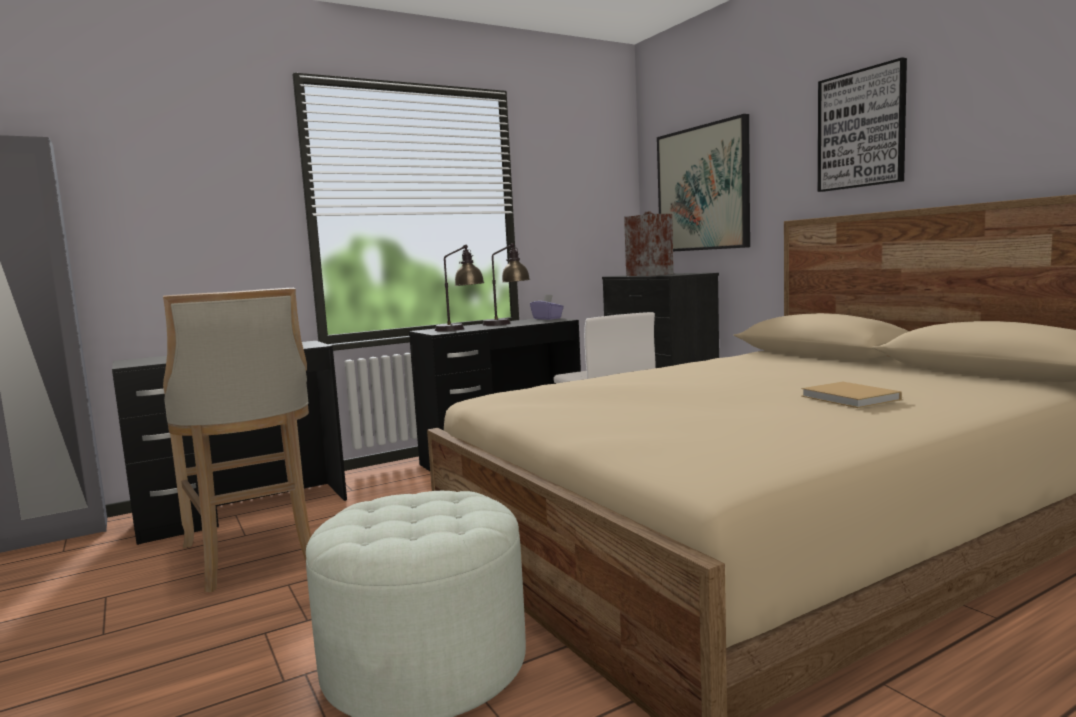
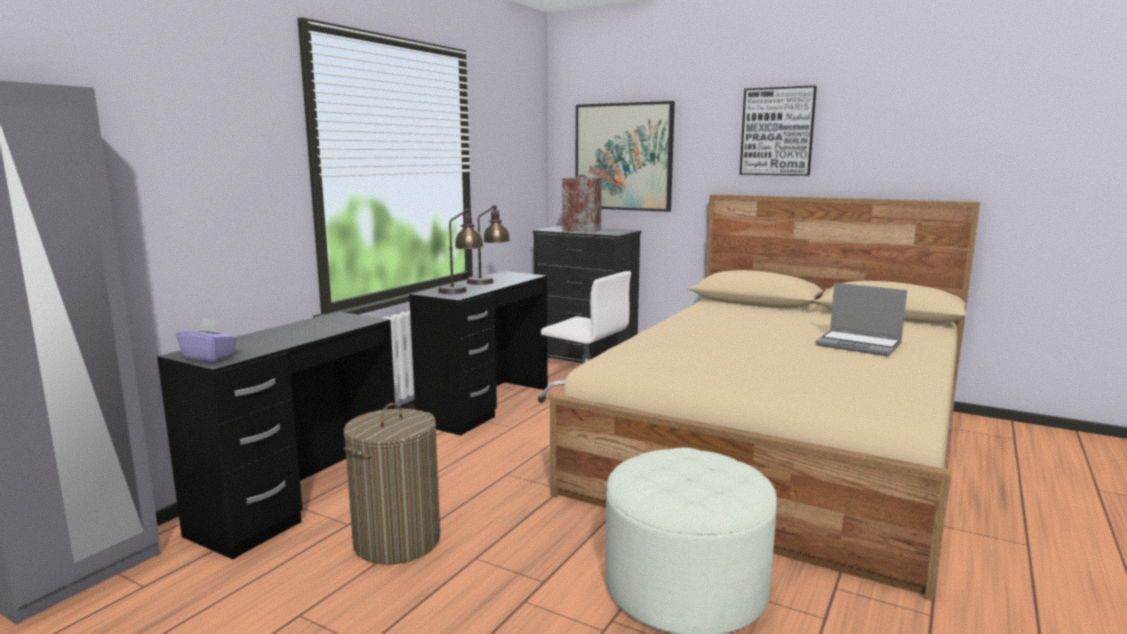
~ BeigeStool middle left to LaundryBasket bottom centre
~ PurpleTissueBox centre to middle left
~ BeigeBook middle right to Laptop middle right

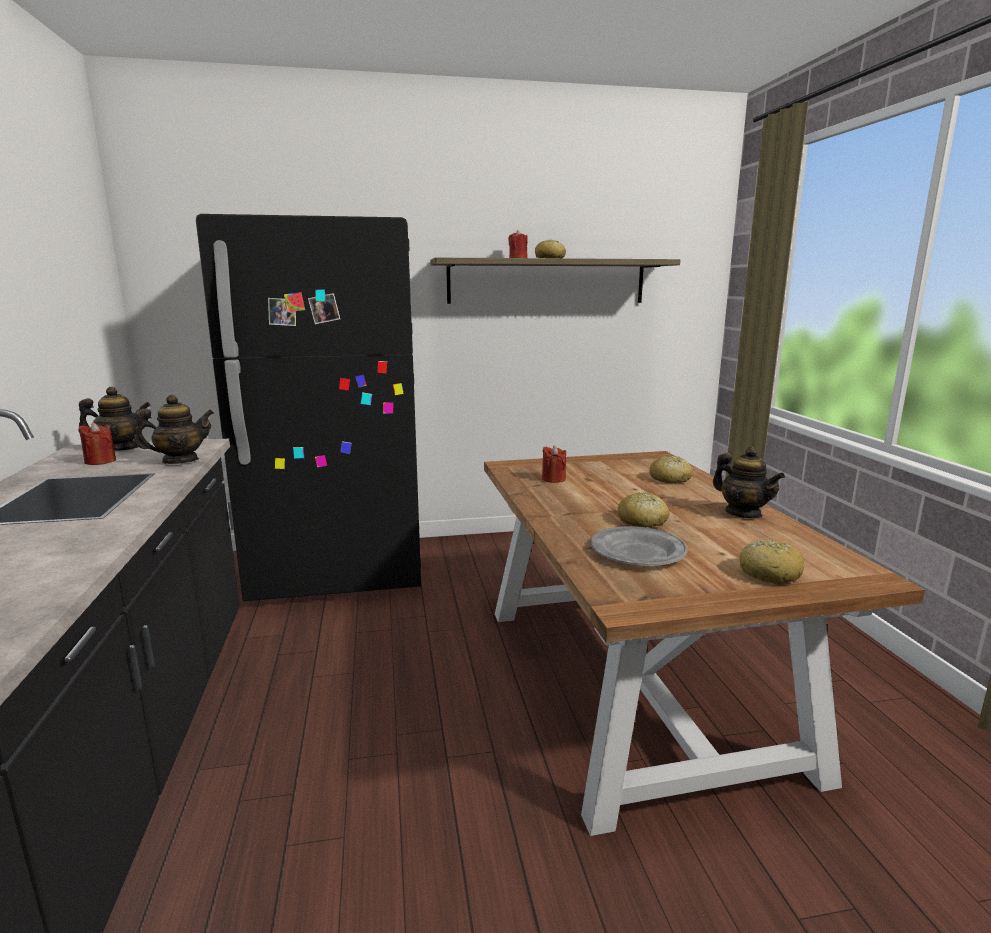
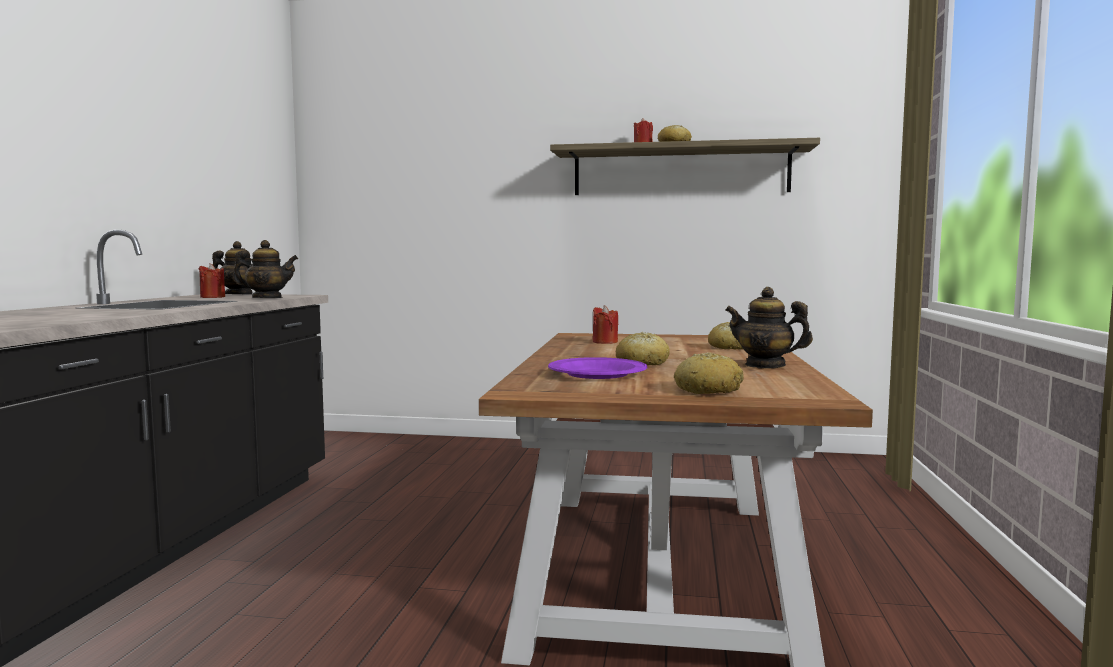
- BlackFridge middle left
~ Teapot (3rd from left) middle right = middle right 135 degrees clockwise
~ GreyPlate centre to PurplePlate centre

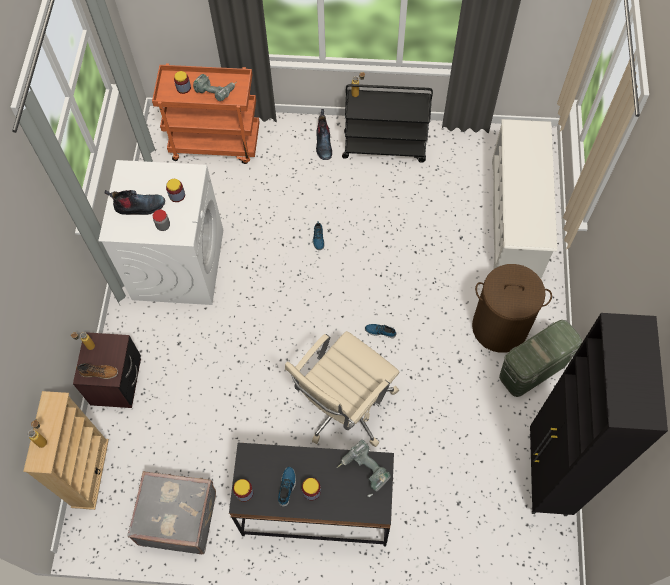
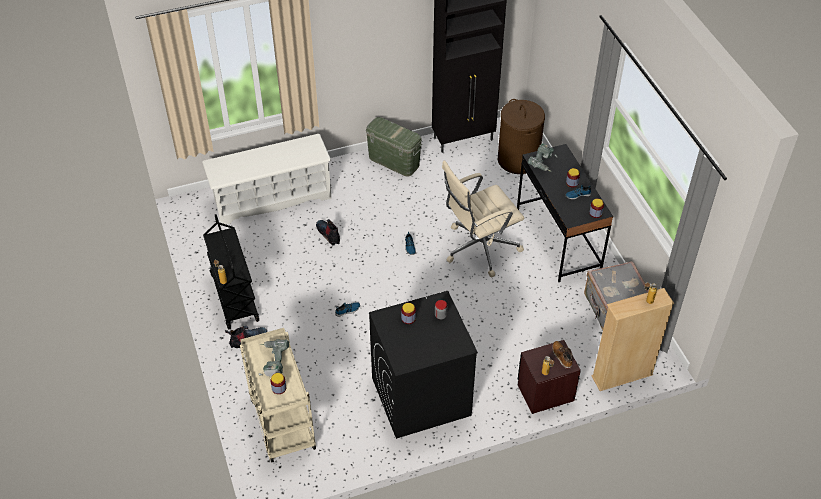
~ OrangeCart top left to BeigeCart bottom centre
~ WhiteWashingMachine middle left to BlackWashingMachine bottom centre
~ Boot (2nd from left) middle left to centre
~ BrownLaundryBasket middle right to top centre
~ BeigeOfficeChair centre = centre 135 degrees clockwise

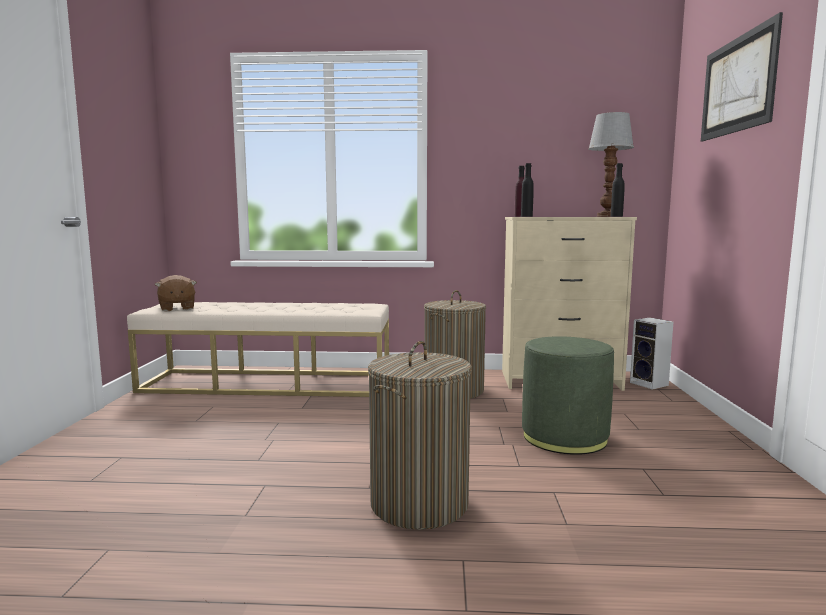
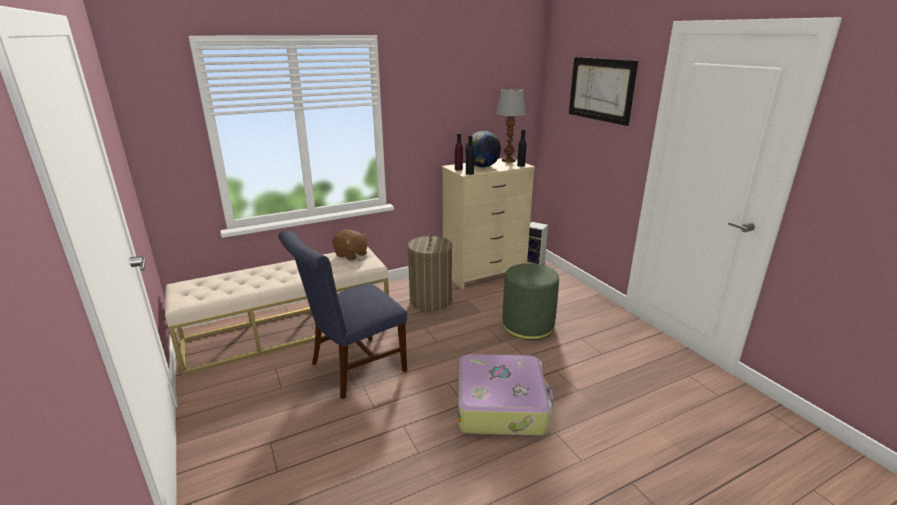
~ BrownPlushToy middle left to centre
~ LaundryBasket (1st from left) bottom centre to Suitcase bottom centre
+ Globe top centre
+ BlueChair centre

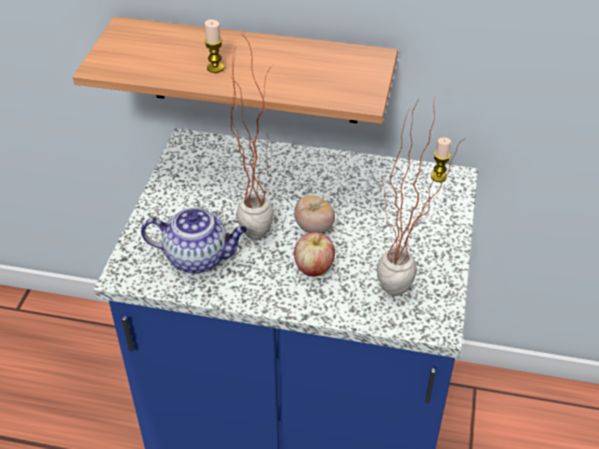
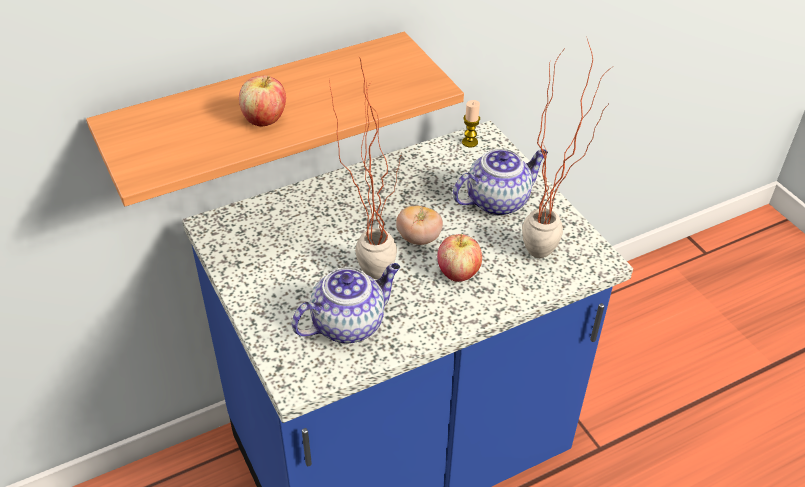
~ Candle (1st from left) top centre to Apple (1st from left) top left
+ Teapot (2nd from left) centre

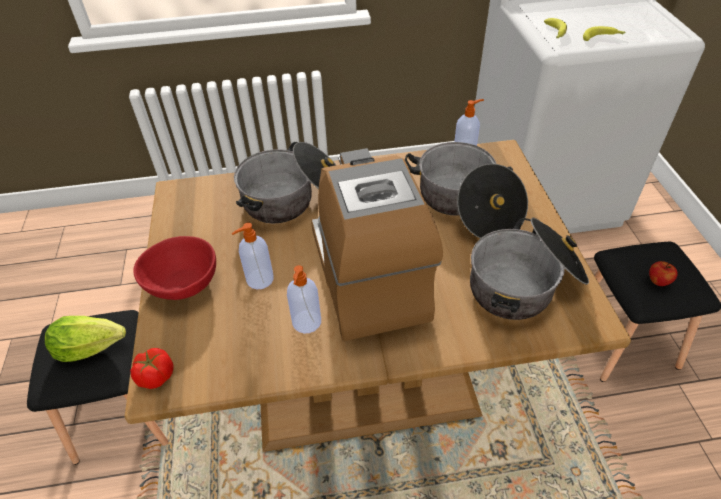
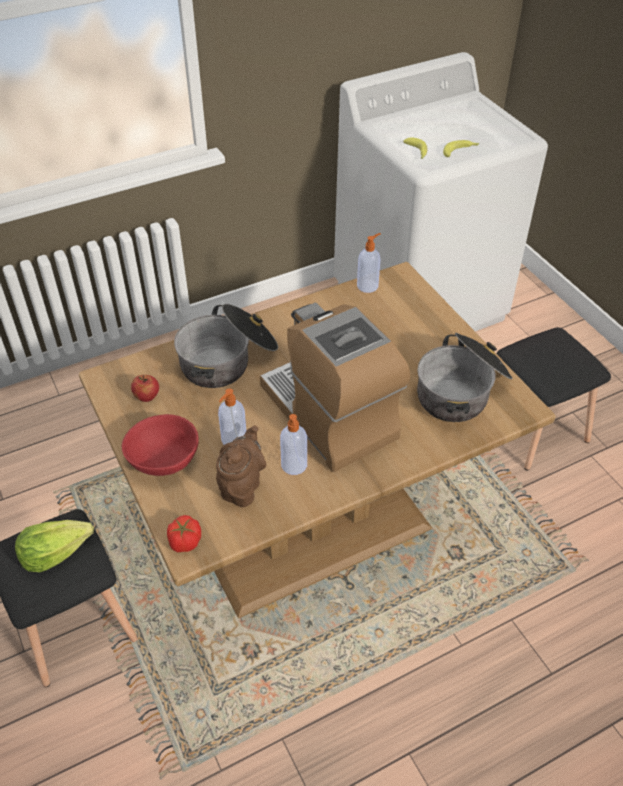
- CookingPot (2nd from left) centre
~ Apple middle right to middle left
+ BrownTeapot centre

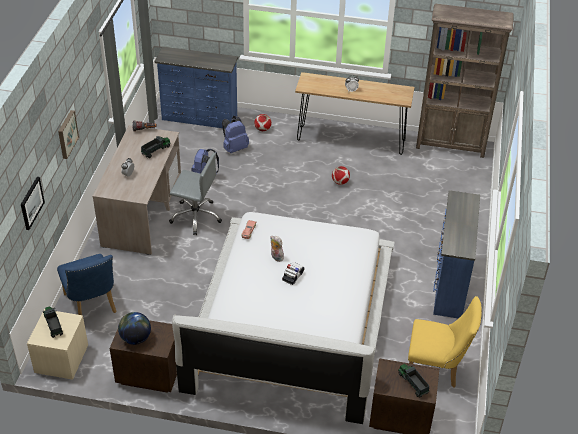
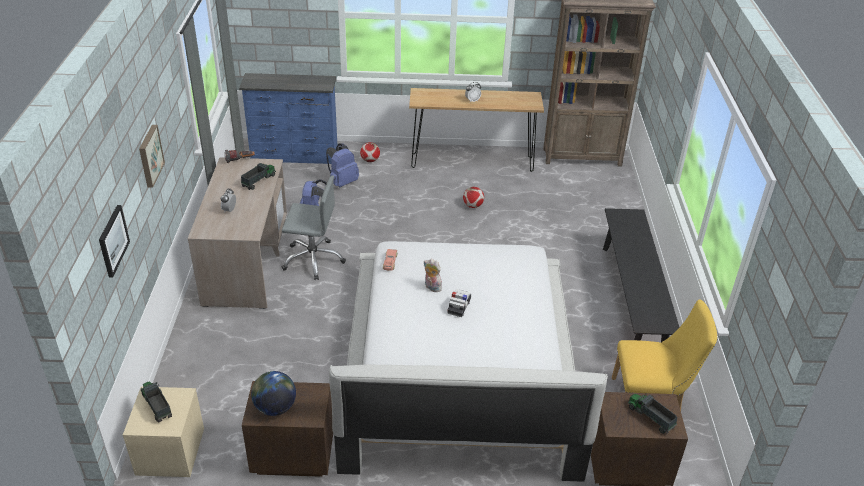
~ BlueDresser (2nd from left) middle right to BlackBench middle right
- BlueChair middle left

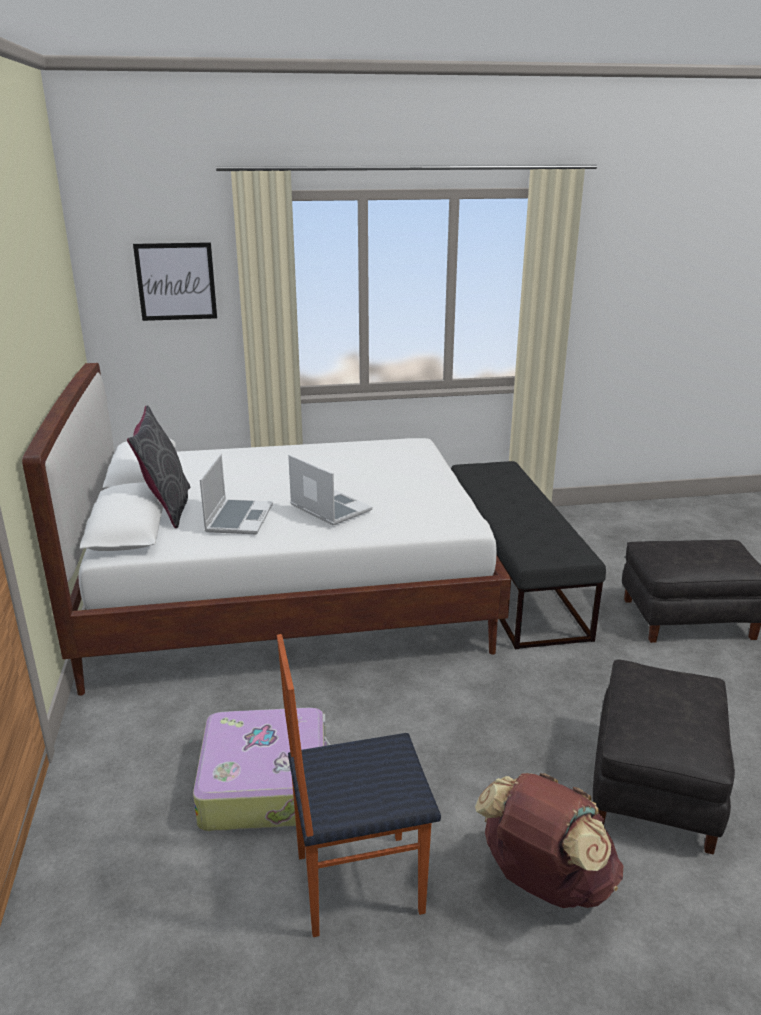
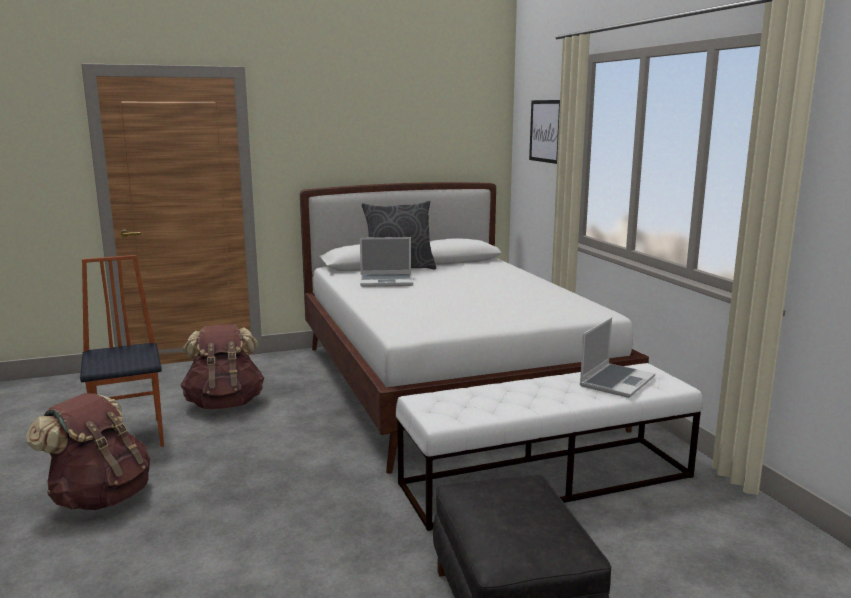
~ Laptop (2nd from left) centre to middle right
~ BlackBench middle right to WhiteBench bottom centre
- BlackOttoman (1st from left) bottom right
~ Suitcase bottom centre to BrownBackpack (2nd from left) middle left

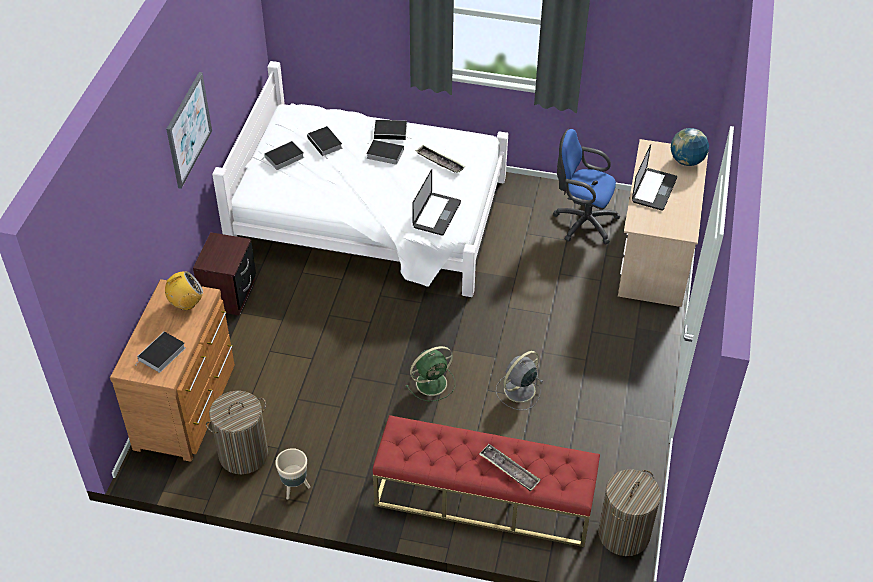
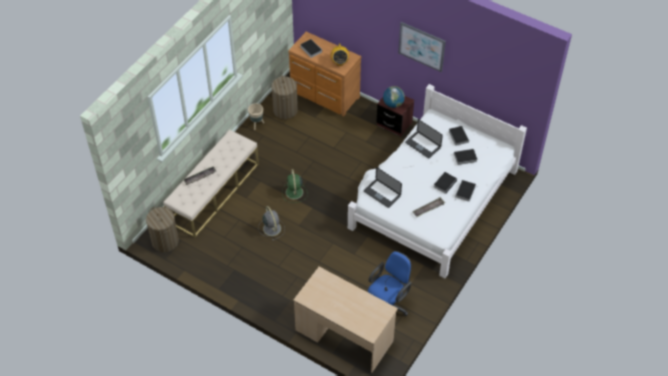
~ Globe top right to top centre
~ Laptop (2nd from left) top right to centre
~ RedBench bottom centre to BeigeBench middle left

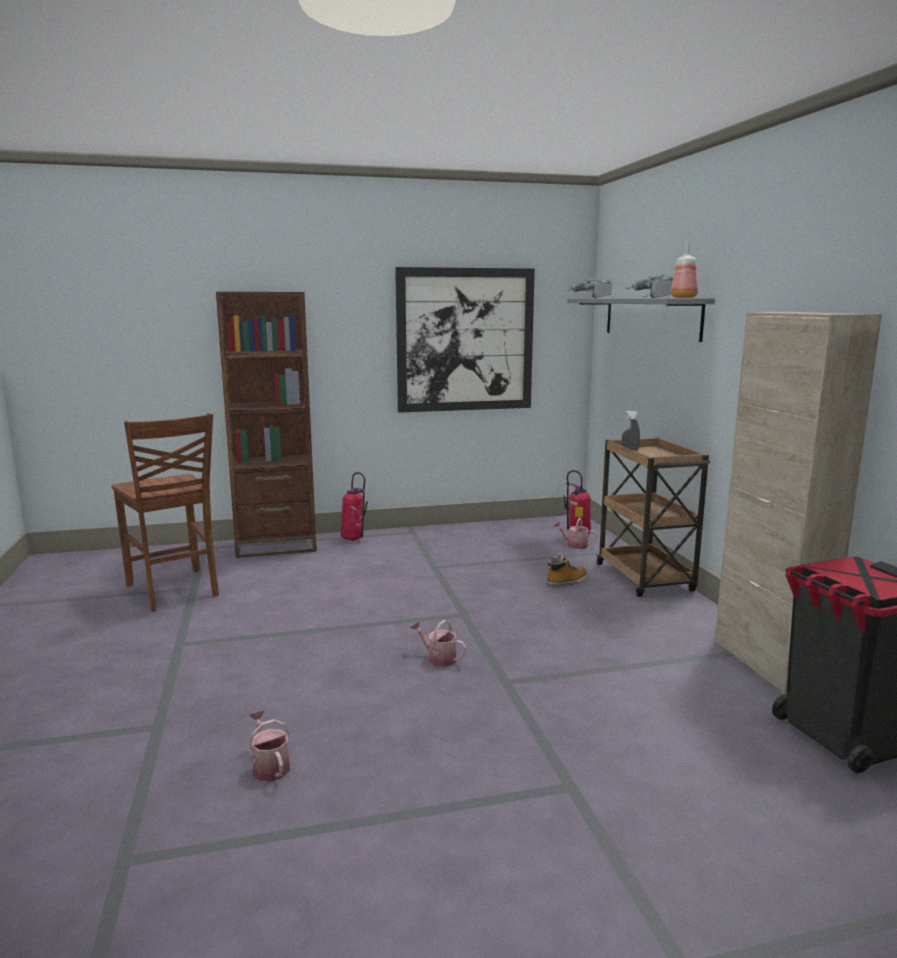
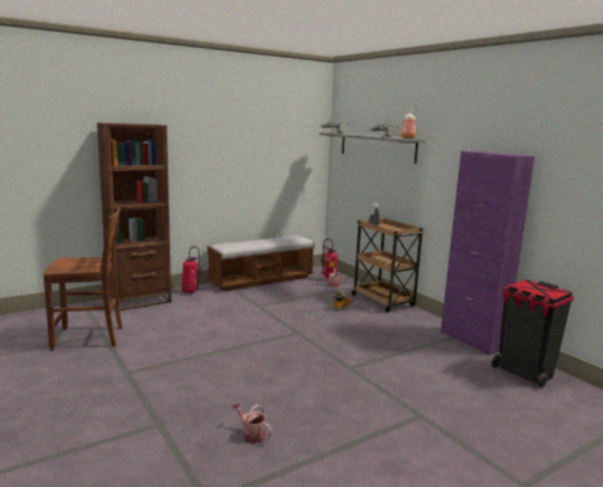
- Picture centre
~ BeigeCabinet middle right to PurpleCabinet middle right
~ BrownChair middle left = middle left 45 degrees counterclockwise
- WateringCan (2nd from left) bottom centre
+ Bench centre

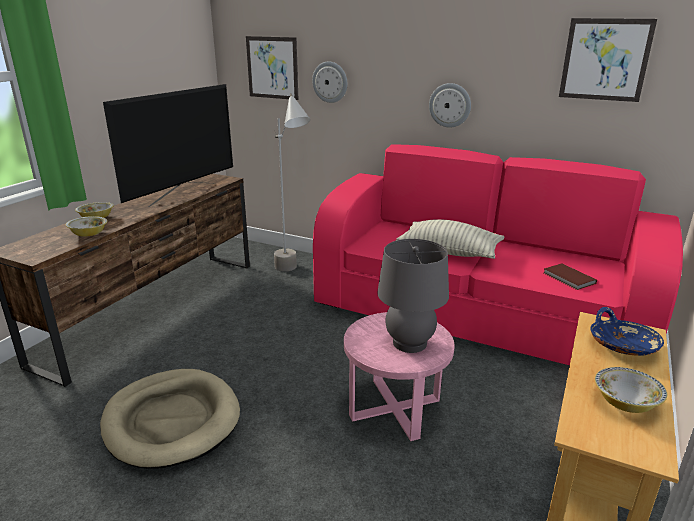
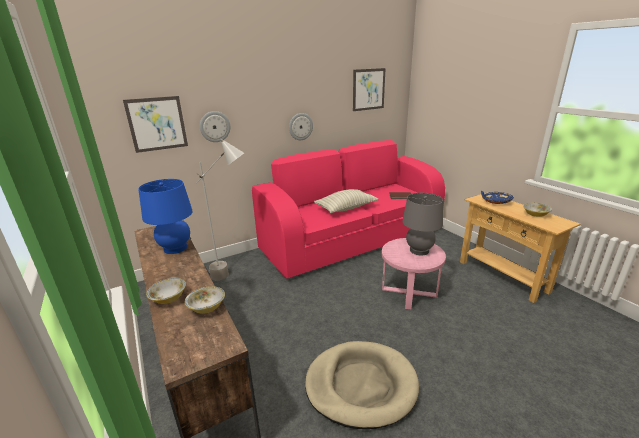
~ Television top left to BlueTableLamp middle left

